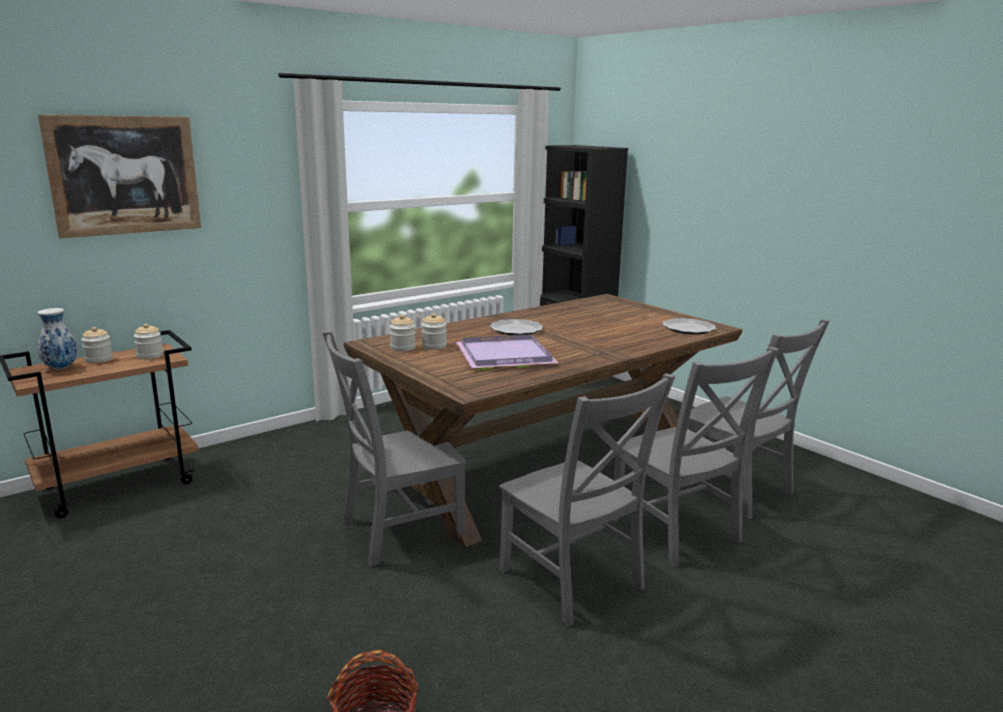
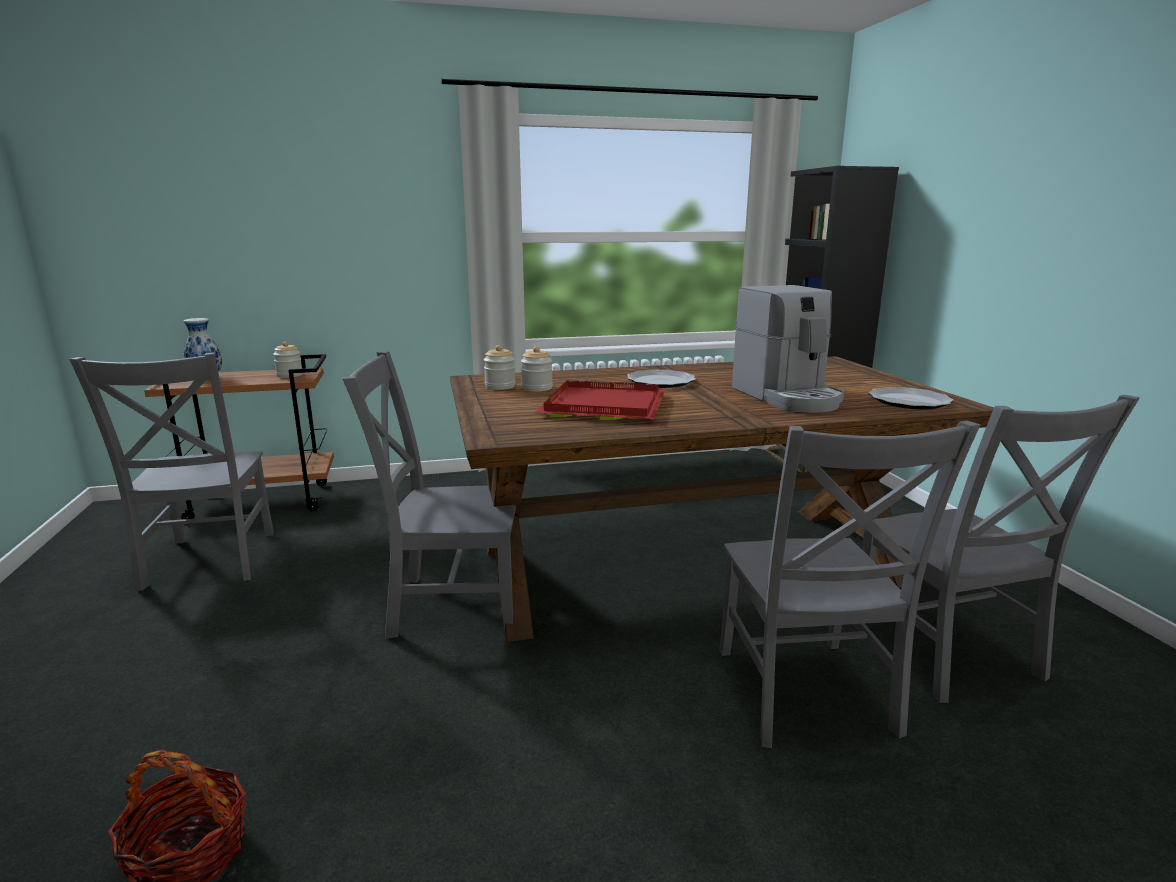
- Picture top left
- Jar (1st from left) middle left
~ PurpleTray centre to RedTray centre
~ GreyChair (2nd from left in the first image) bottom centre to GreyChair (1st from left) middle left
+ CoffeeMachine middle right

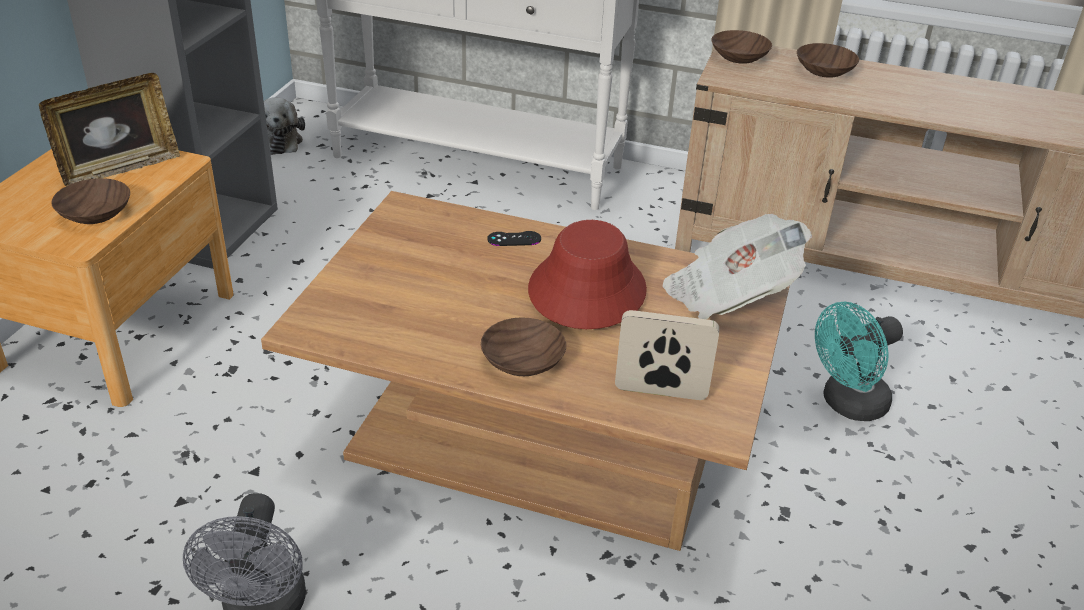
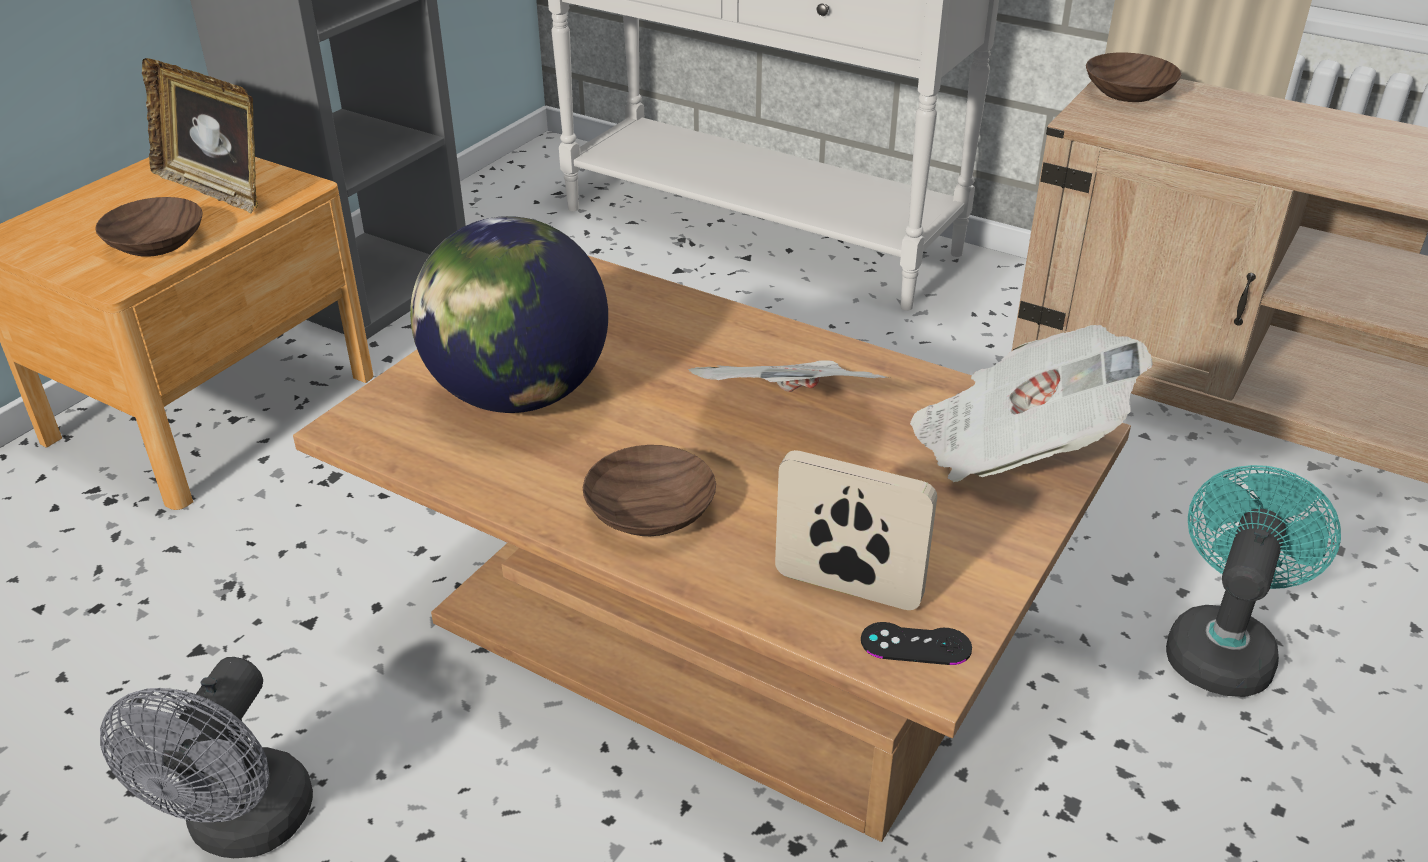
- BrownBowl (4th from left) top right
~ PictureFrame (1st from left) top left = top left 60 degrees clockwise
- PlushToy top left
~ RedHat centre to Newspaper (1st from left) centre
~ BlackGameController centre to bottom centre
~ TurquoiseFan middle right = bottom right 135 degrees clockwise
+ Globe centre

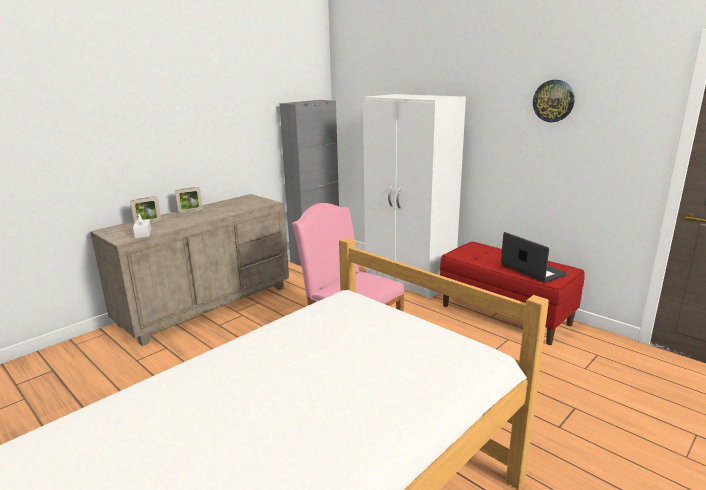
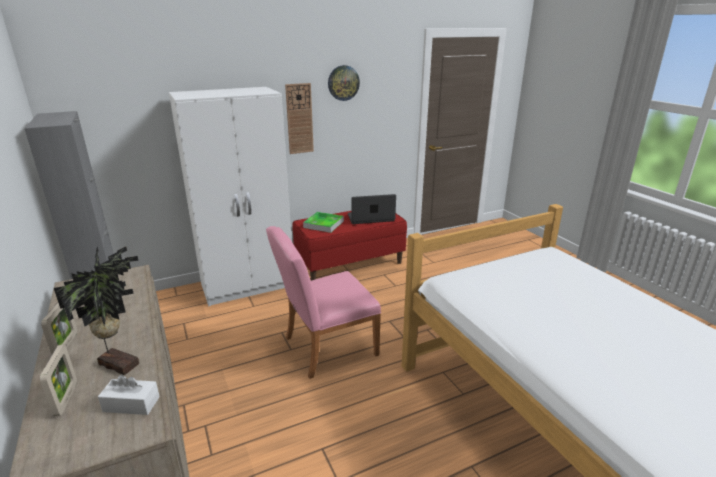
+ WallClock (1st from left) top centre
+ Tray centre
+ PottedPlant middle left

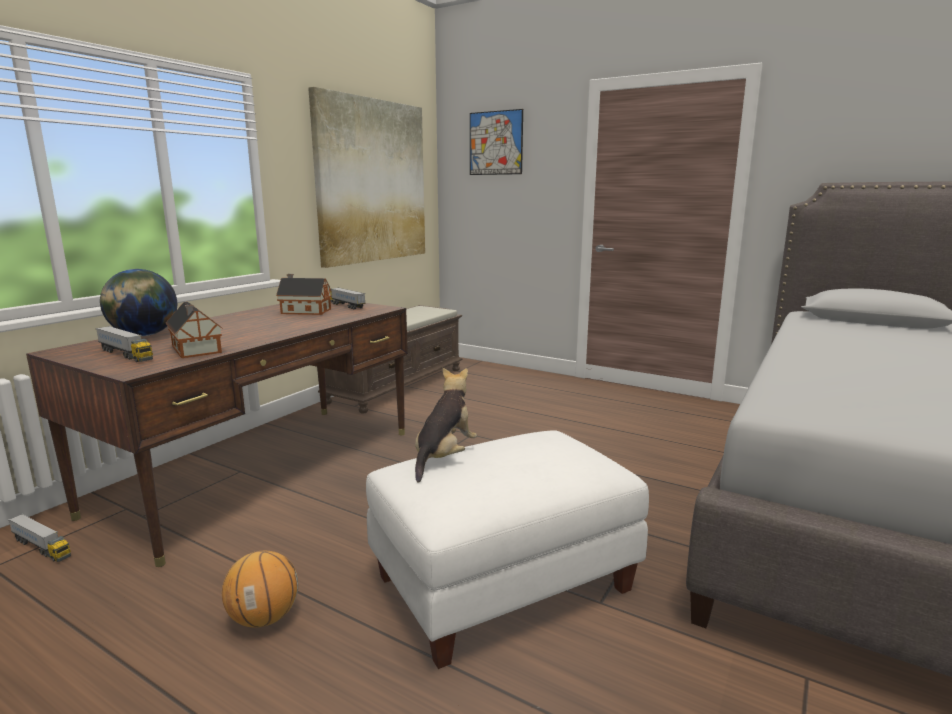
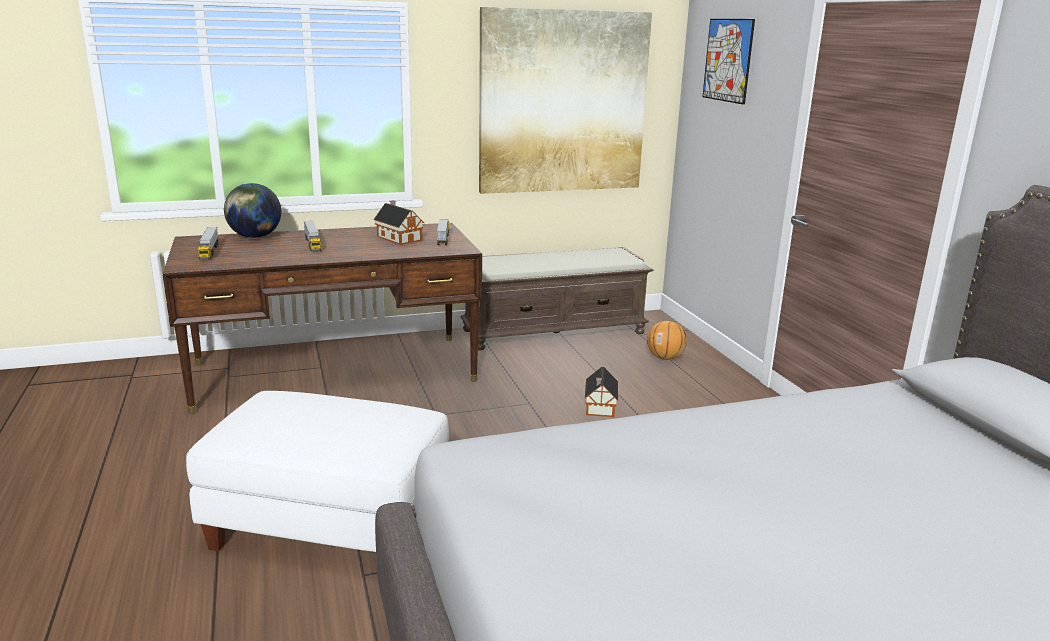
~ ToyHouse (1st from left in the first image) middle left to ToyHouse (2nd from left) centre
- PlushToy centre
~ ToyTruck (1st from left in the first image) bottom left to ToyTruck (2nd from left) middle left
~ Basketball bottom left to centre

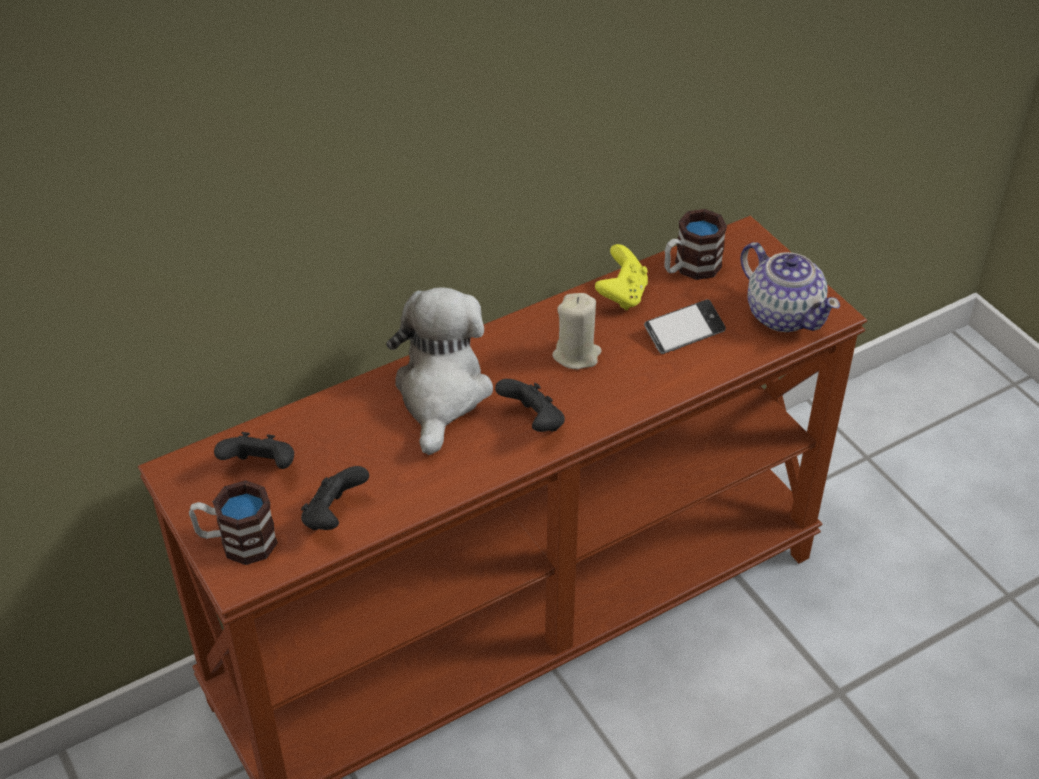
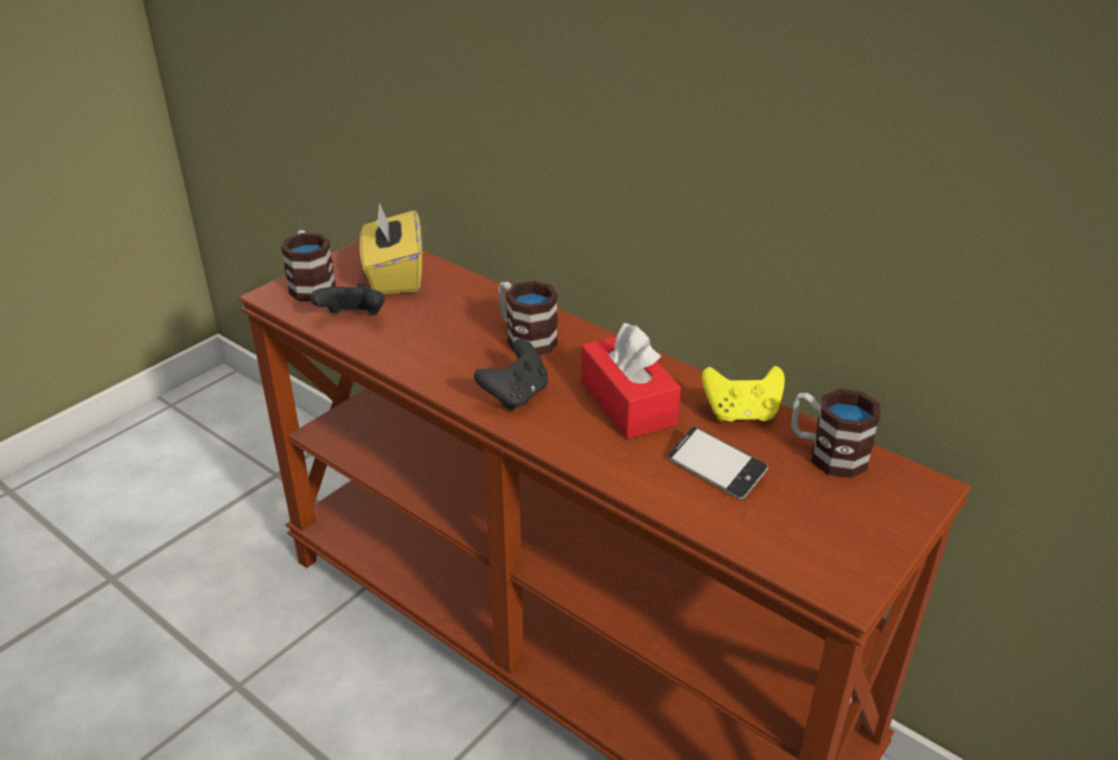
- Teapot middle right
~ PlushToy centre to Mug (2nd from left) centre
~ BeigeCandle centre to RedTissueBox centre
~ BlackGameController (1st from left) middle left to YellowTissueBox top centre

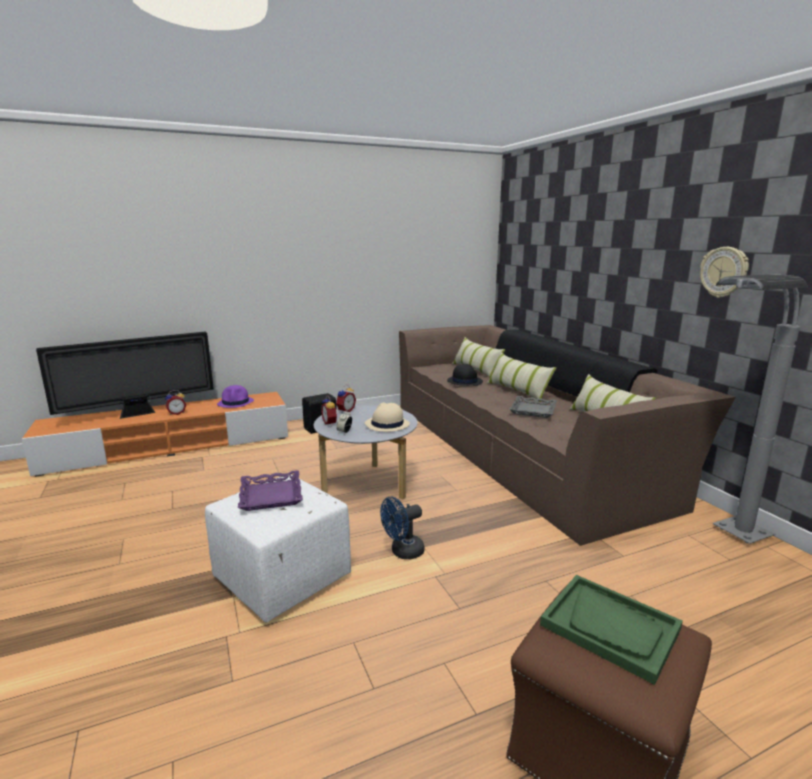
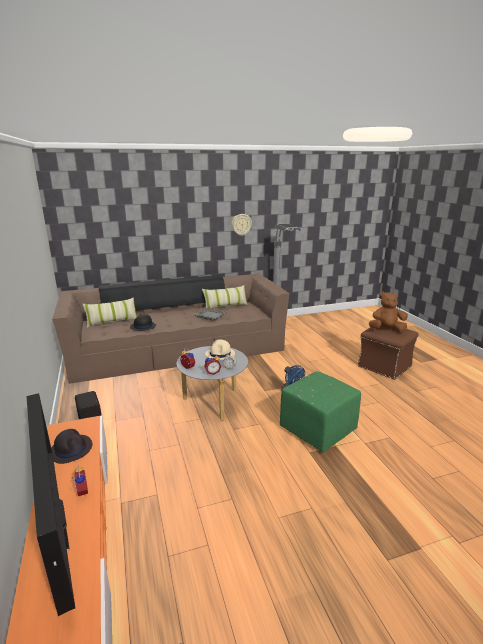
- Pillow (2nd from left) centre
~ PurpleHat middle left to BlackHat (1st from left) bottom left
- PurpleTray middle left
~ WhiteOttoman bottom centre to GreenOttoman centre
~ GreenTray bottom right to BrownPlushToy middle right

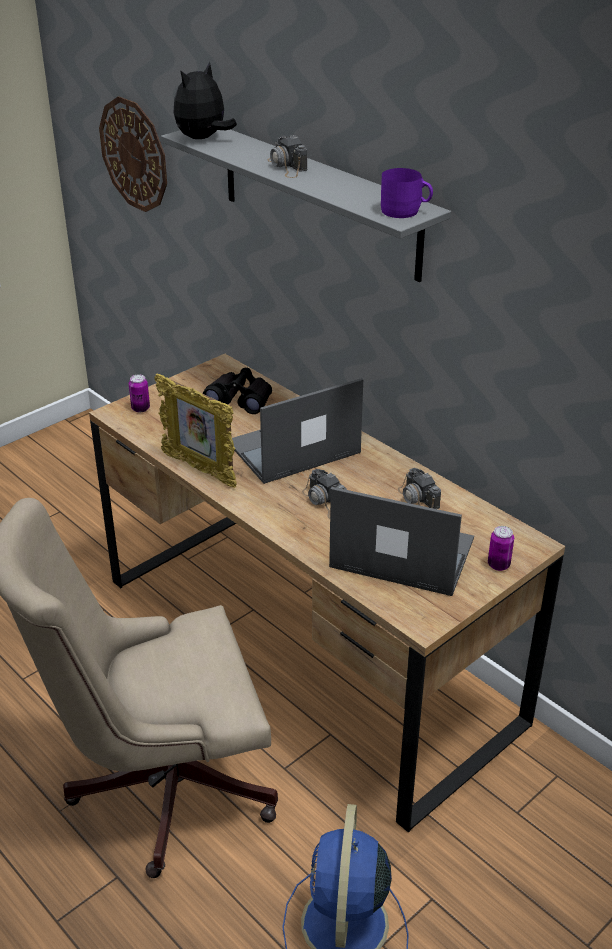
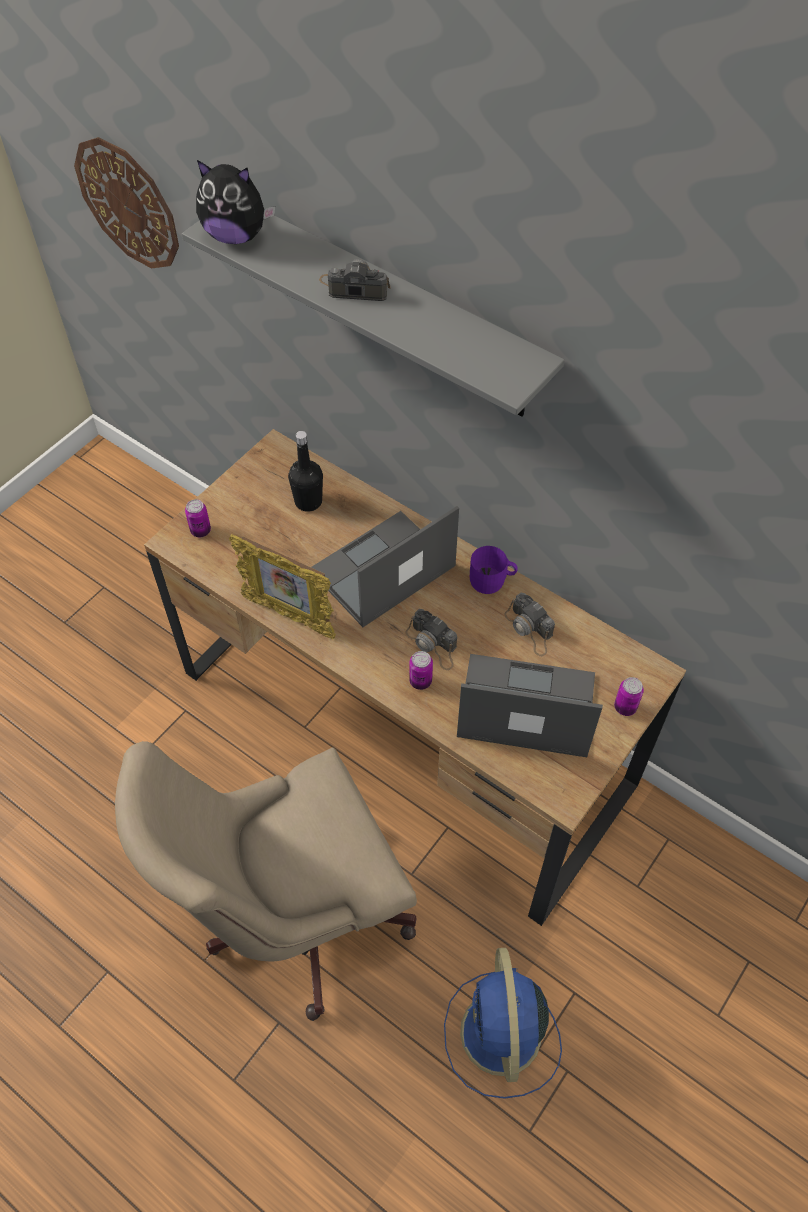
~ PlushToy top centre = top left 105 degrees counterclockwise
~ PhotoCamera (1st from left) top centre = top centre 135 degrees clockwise
~ PurpleMug top centre to centre
~ BlackBinoculars centre to BlackBottle centre
+ Can (2nd from left) centre

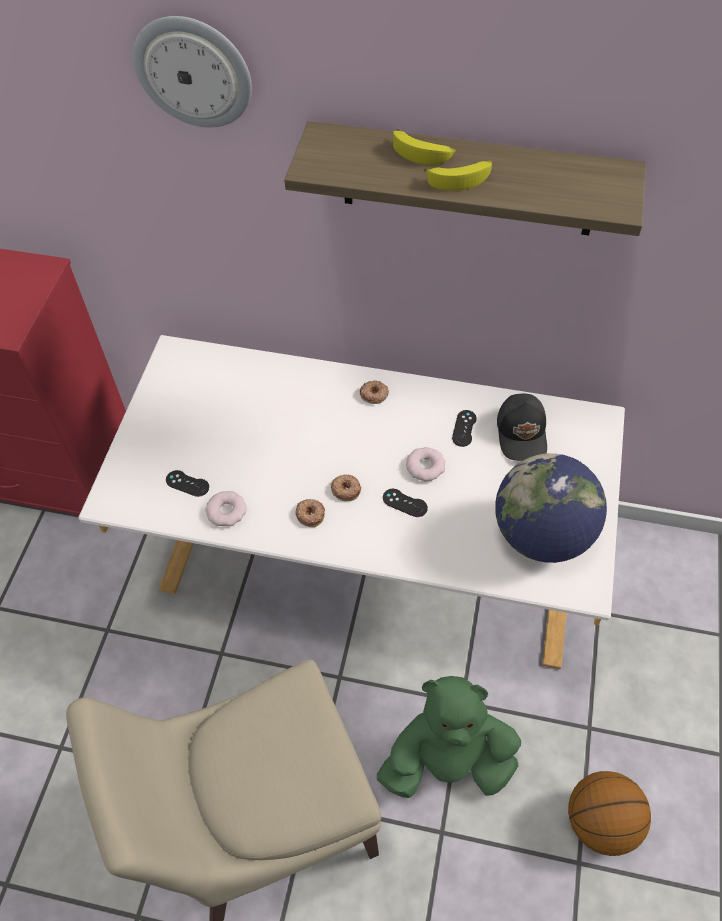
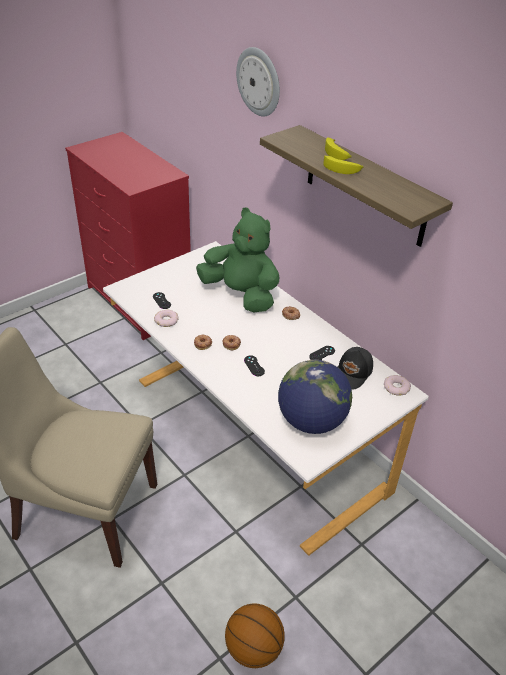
~ Donut (5th from left) centre to middle right
~ GreenPlushToy bottom centre to centre

